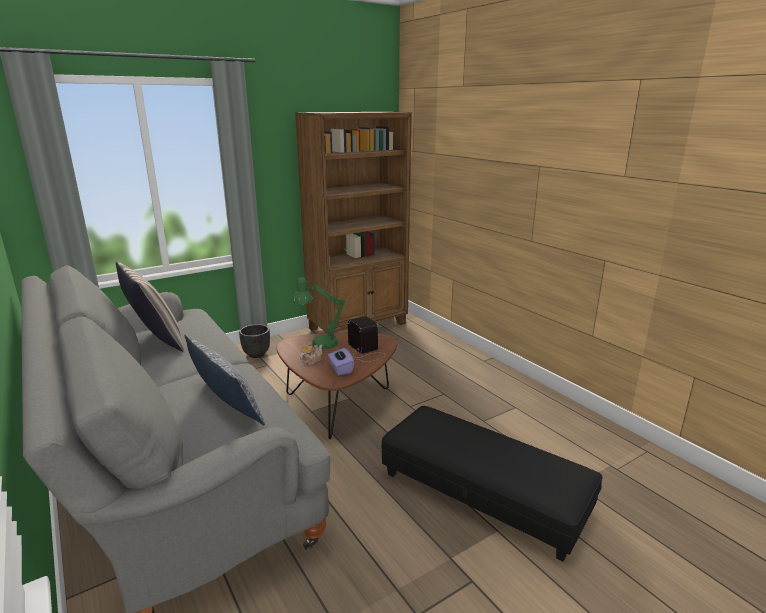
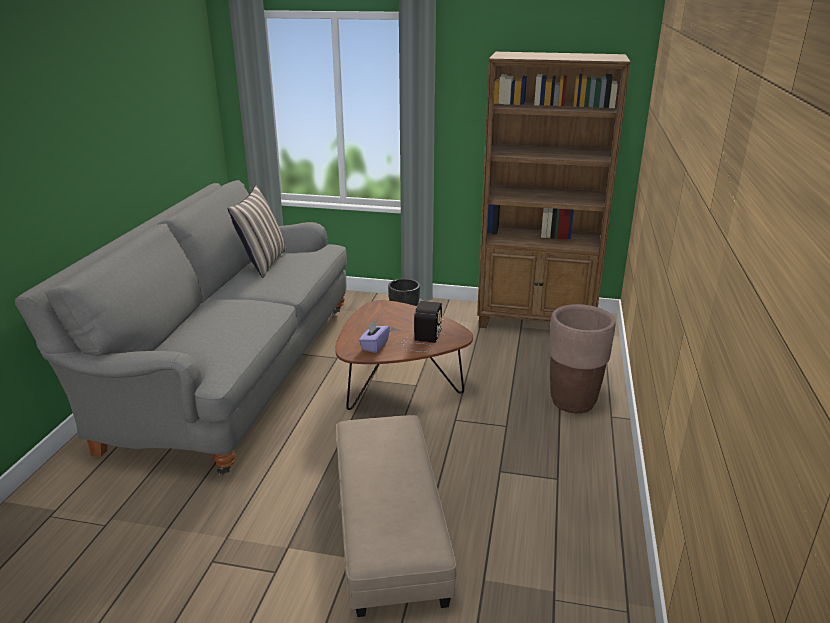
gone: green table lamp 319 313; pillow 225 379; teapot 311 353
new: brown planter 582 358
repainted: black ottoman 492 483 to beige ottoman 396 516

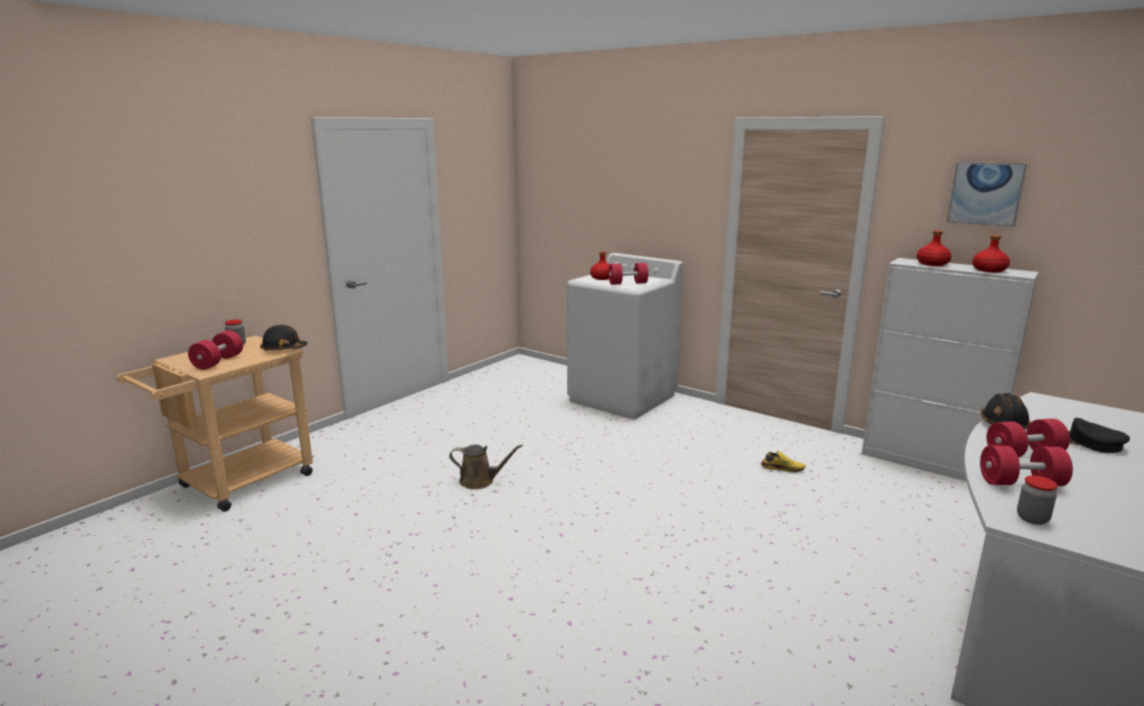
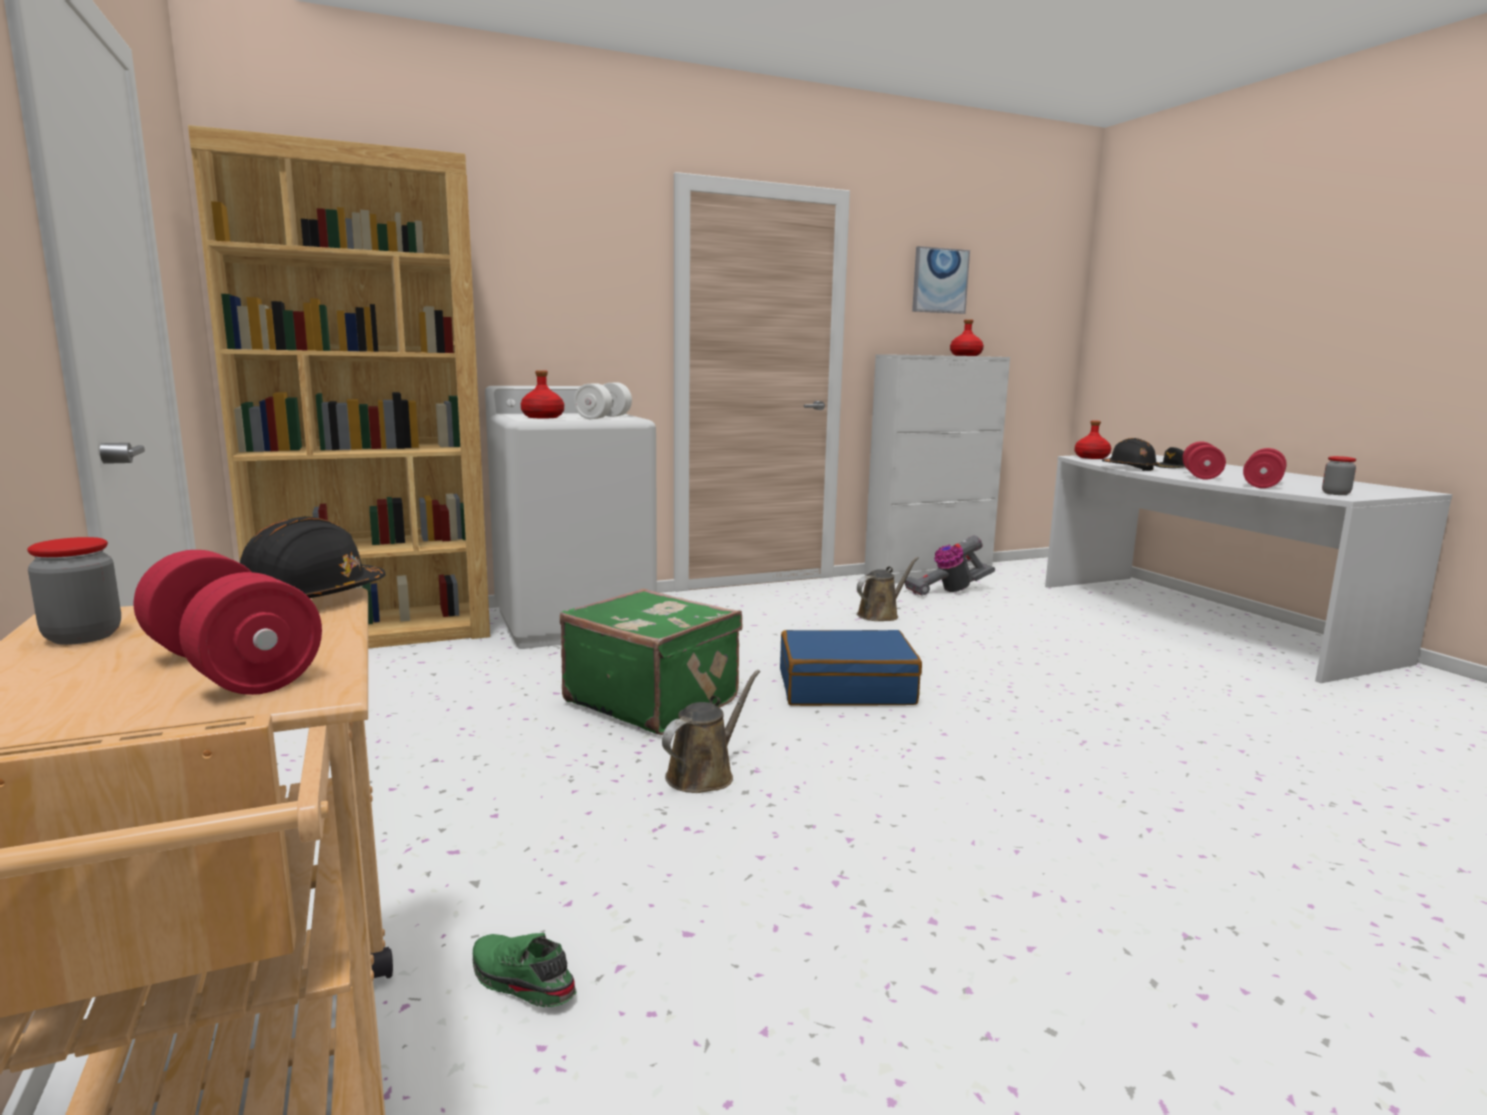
new: brown bookcase 339 387; vacuum cleaner 949 565; green suitcase 651 662; blue suitcase 851 668; green shoe 525 970
shifted: red bottle 934 248 to 1092 439
swapped: yellow shoe 783 462 to brown watering can 888 589
repainted: red dumbbell 628 274 to white dumbbell 603 400

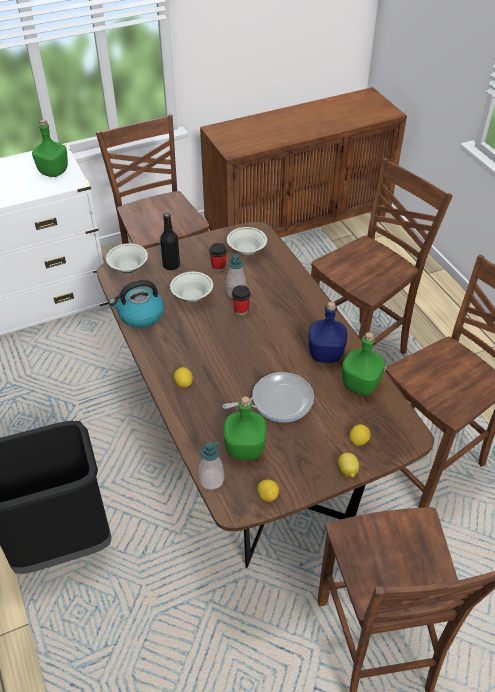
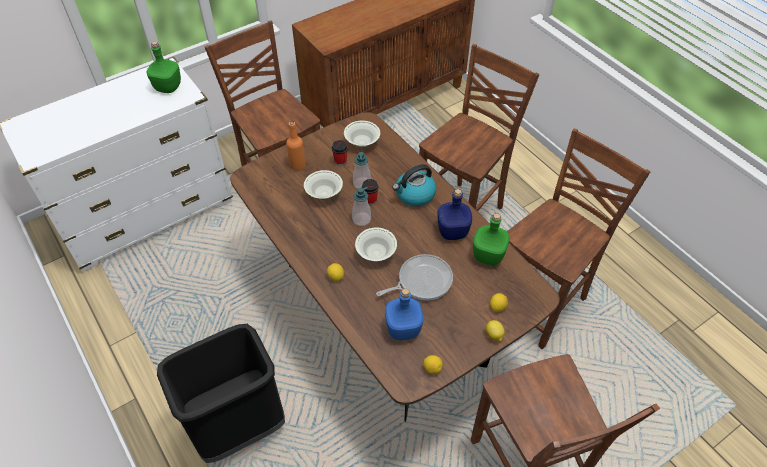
shifted: white bowl 127 258 to 376 244; kettle 136 304 to 414 185; soap dispenser 211 465 to 361 206
repainted: black bottle 170 241 to orange bottle 296 145; green bottle 245 428 to blue bottle 404 314

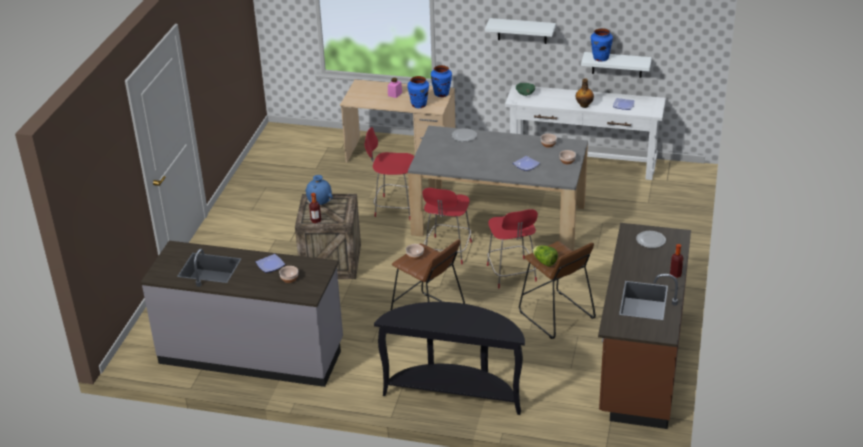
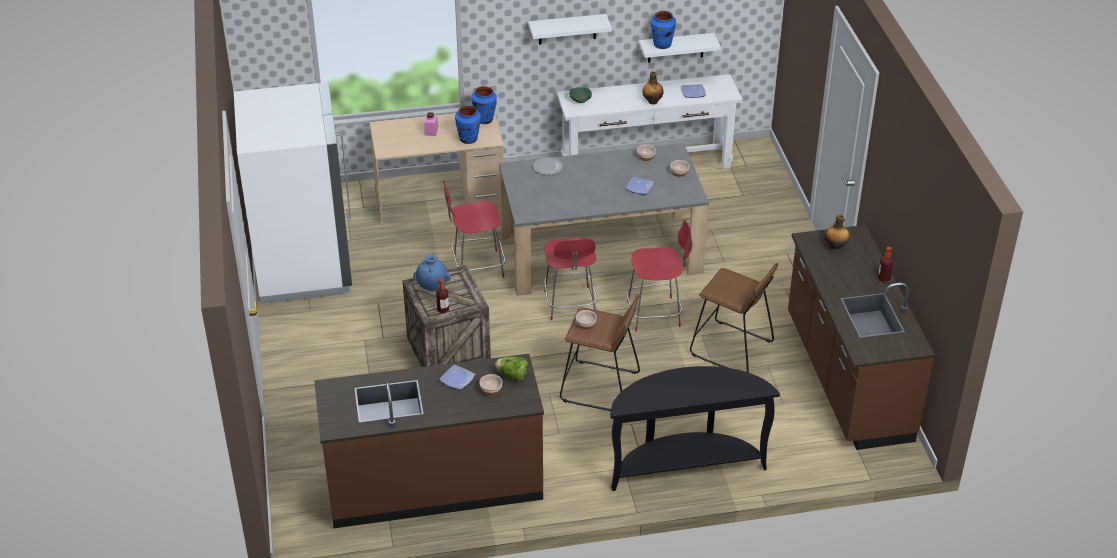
new: white fridge 293 193
shifted: lettuce 545 256 to 511 368
swapped: plate 651 239 to bottle 836 232
repainted: grey counter 241 314 to brown counter 429 441
rotated: red chair 512 248 = 659 275 60 degrees counterclockwise

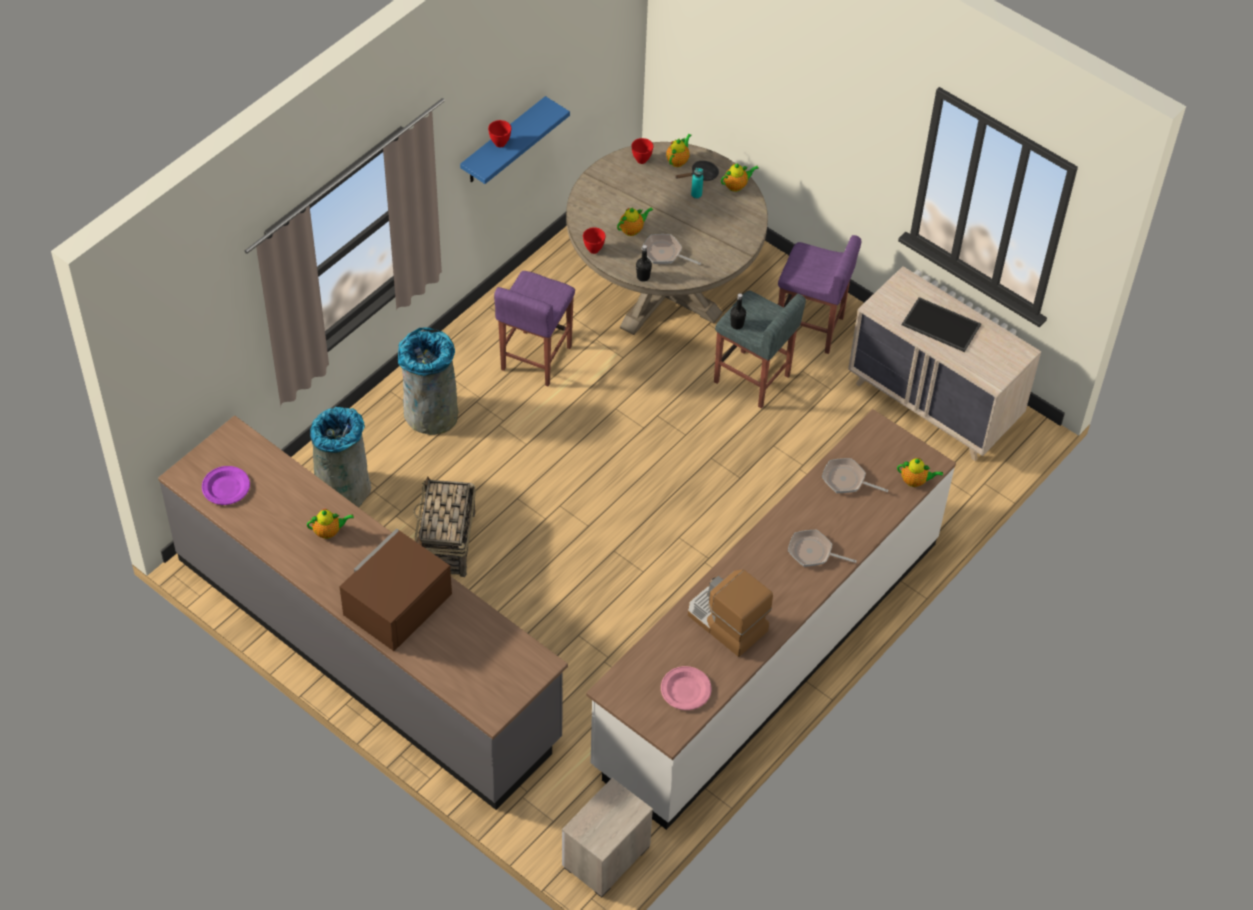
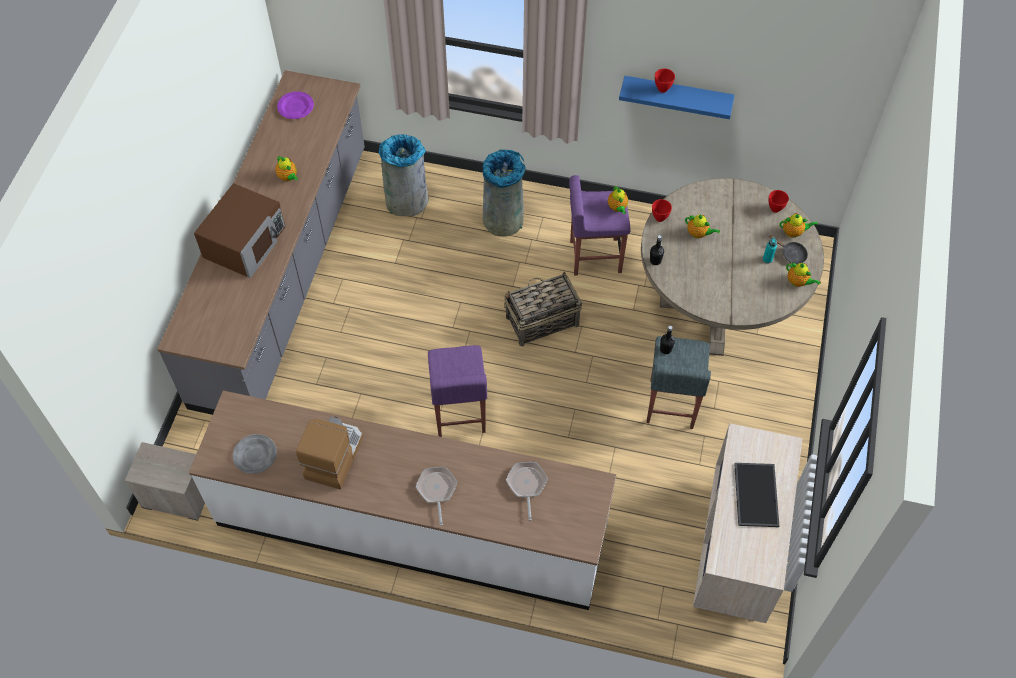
gone: frying pan 671 249
shifted: purple stool 819 294 to 457 391; teapot 920 472 to 618 199; basket 444 527 to 543 308
repainted: pink plate 686 688 to grey plate 255 454
rotated: brown microwave 396 589 = 239 230 105 degrees clockwise

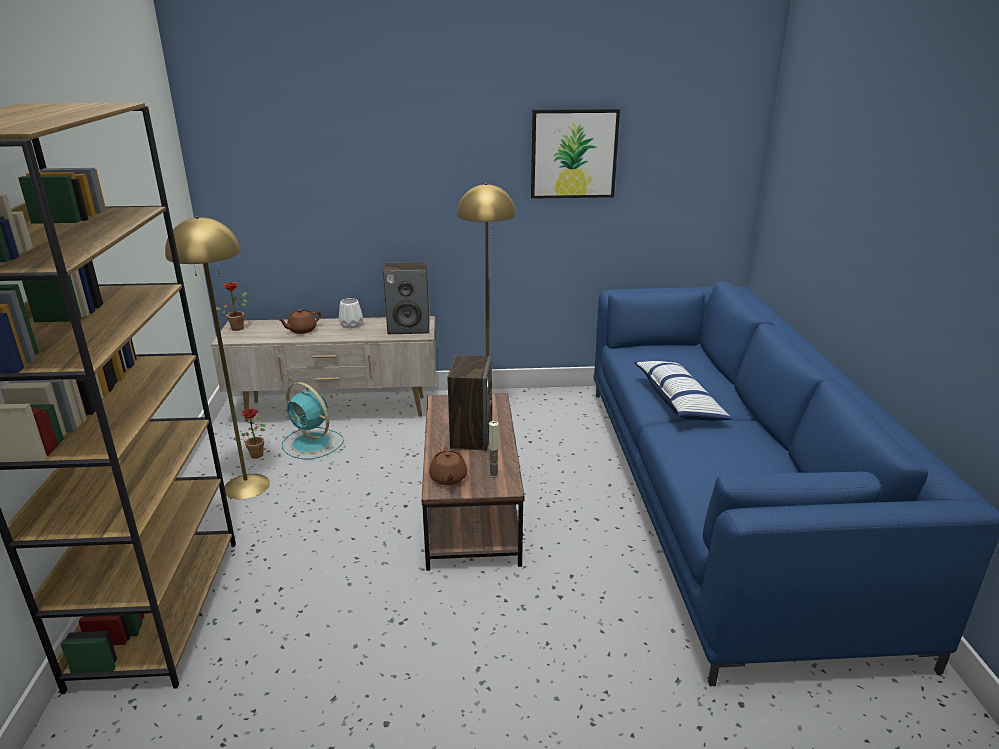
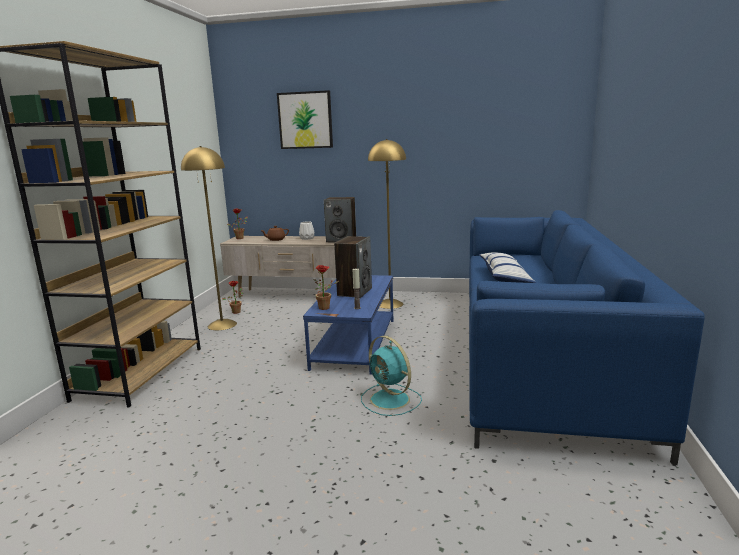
shifted: picture 575 154 to 305 119; turquoise fan 313 420 to 391 376
swapped: brown teapot 448 466 to potted plant 326 287
repainted: brown coffee table 473 482 to blue coffee table 348 325

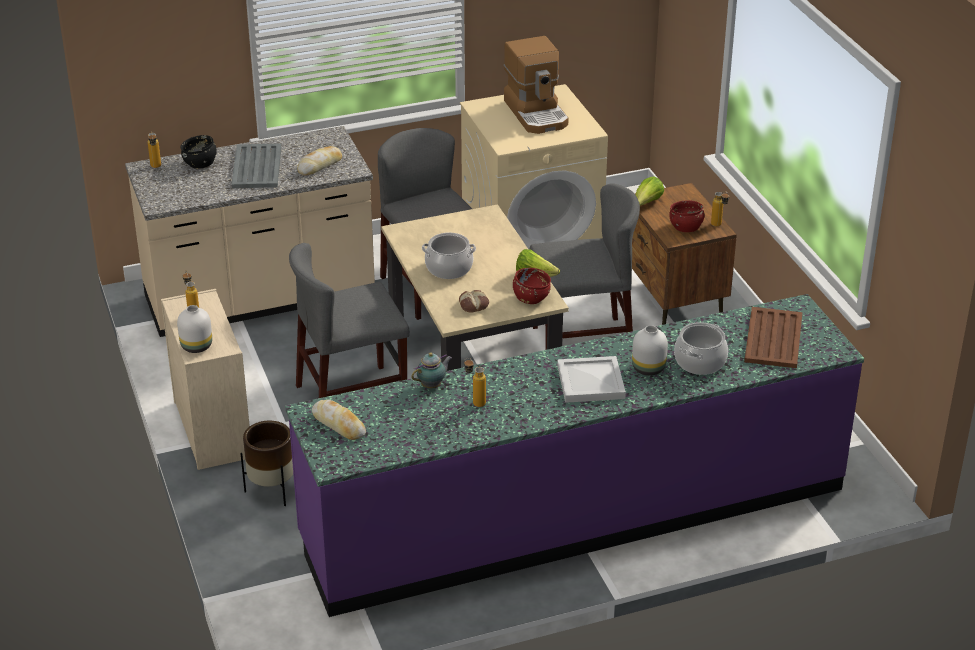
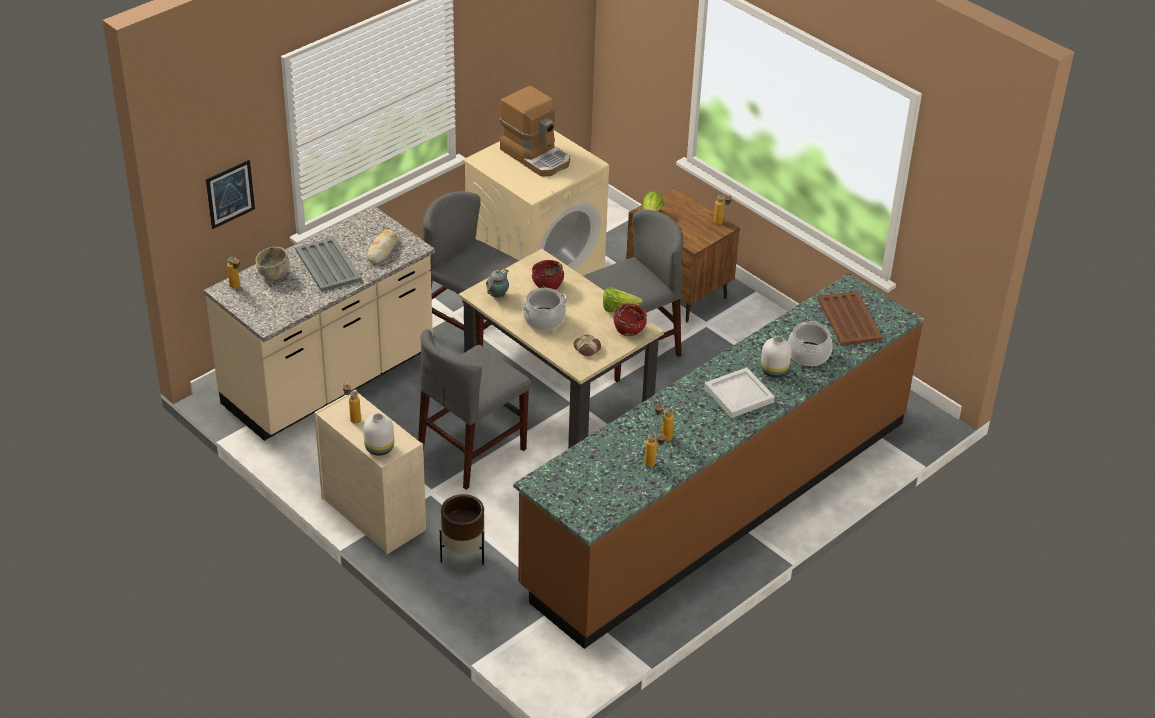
gone: bread 339 420
new: picture 230 194; bottle 655 450
shifted: red bowl 687 216 to 548 275; teapot 431 370 to 497 283
repainted: black bowl 199 152 to beige bowl 273 263; purple counter 574 455 to brown counter 718 461

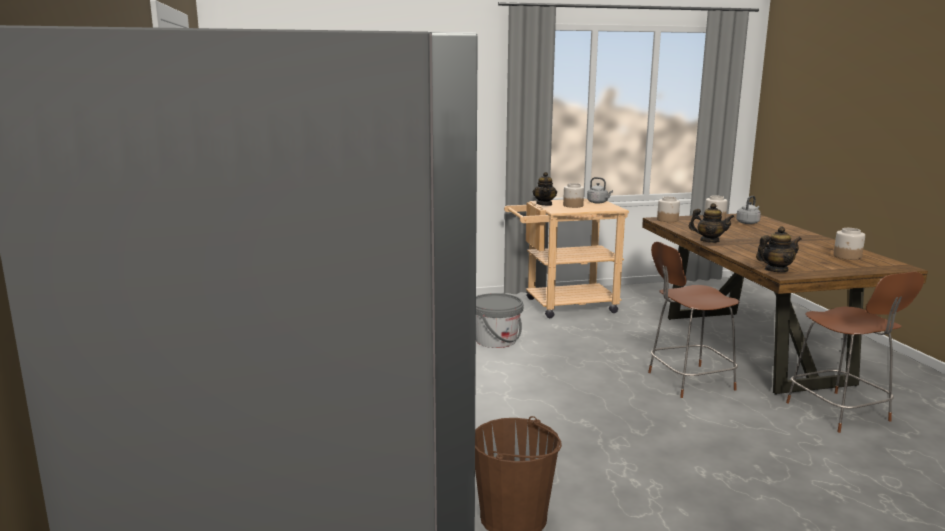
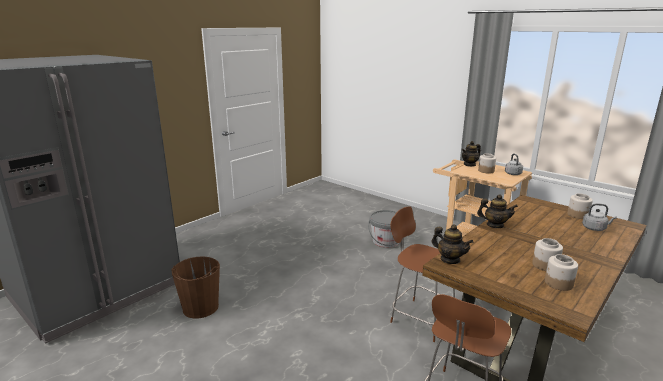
shifted: jar 668 209 to 547 254
rotated: teapot 711 223 = 497 211 60 degrees counterclockwise

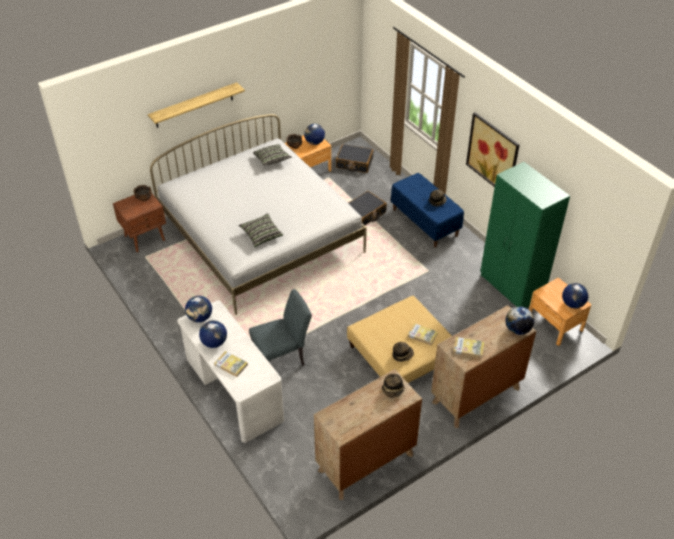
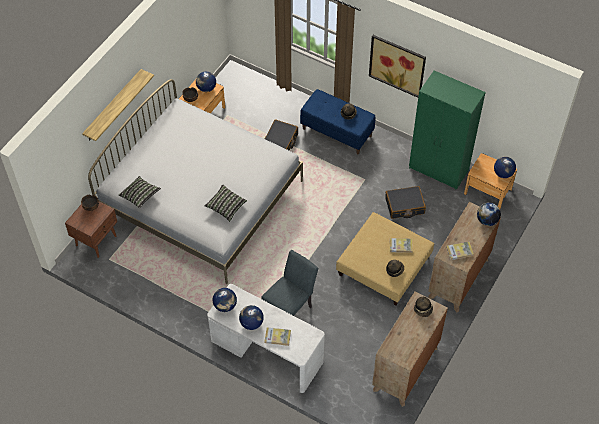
shifted: pillow 272 155 to 140 192; black suitcase 354 158 to 405 202

